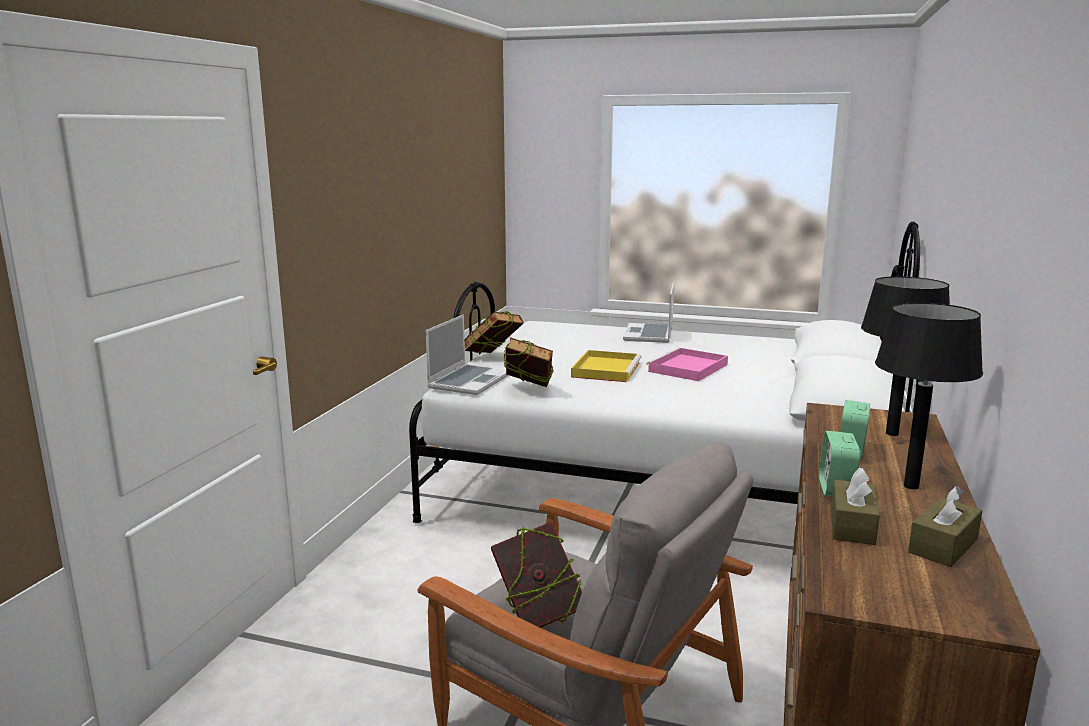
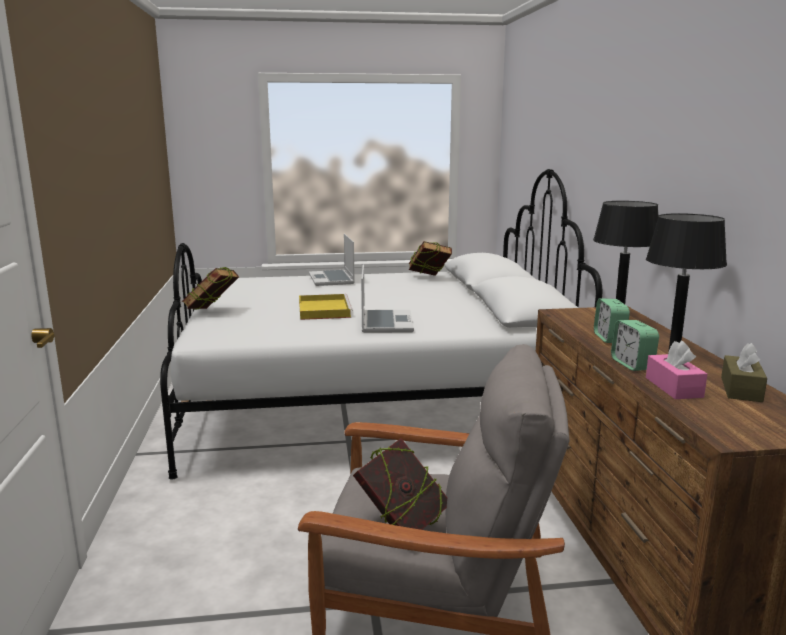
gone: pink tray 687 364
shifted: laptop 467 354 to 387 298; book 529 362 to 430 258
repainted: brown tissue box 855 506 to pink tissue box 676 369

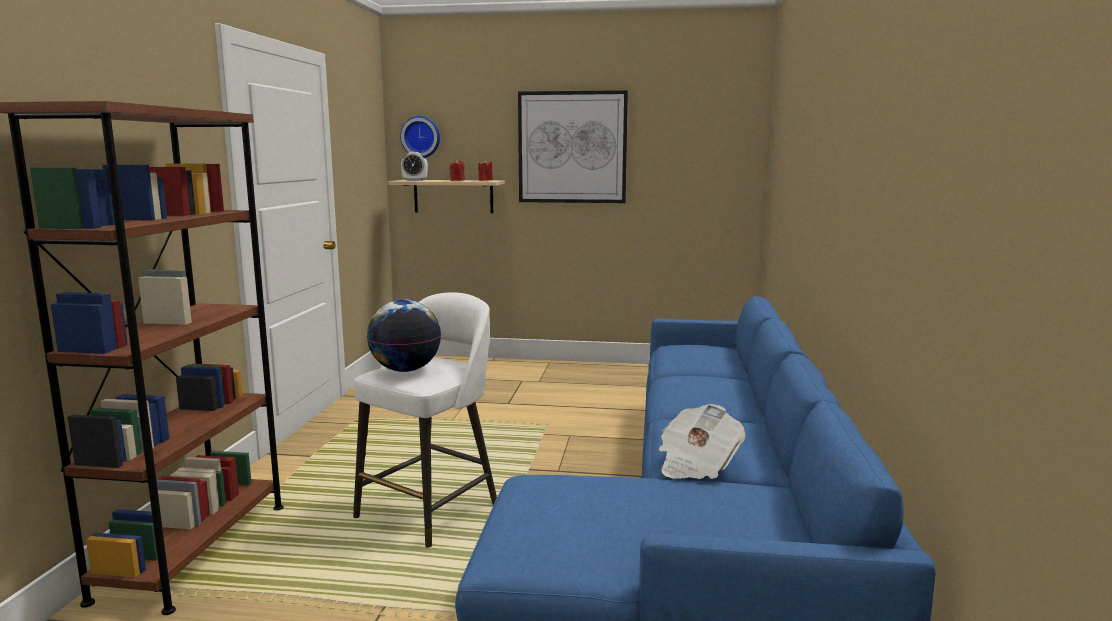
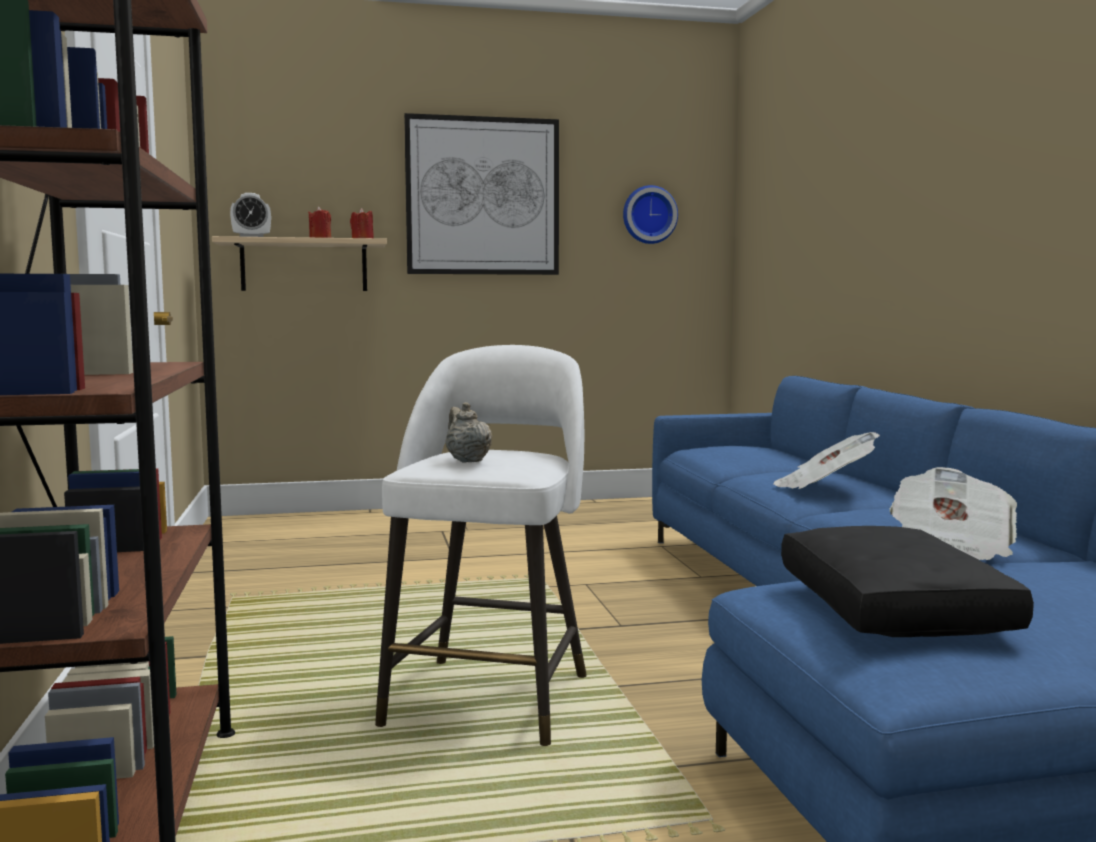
new: newspaper 827 460; black pillow 907 581
shifted: wall clock 420 137 to 650 214
swapped: globe 404 335 to beige teapot 468 432

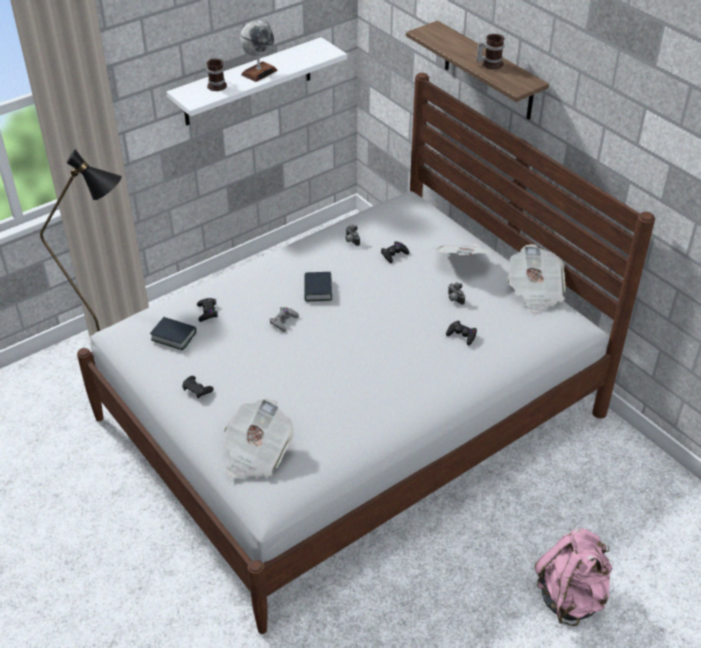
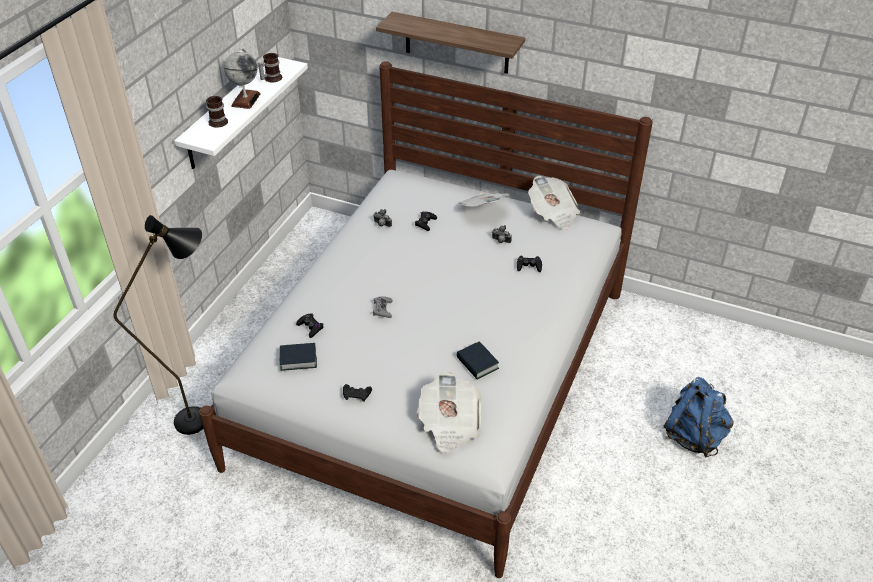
shifted: mug 491 51 to 270 67; book 318 287 to 477 360
repainted: pink backpack 573 577 to blue backpack 698 417

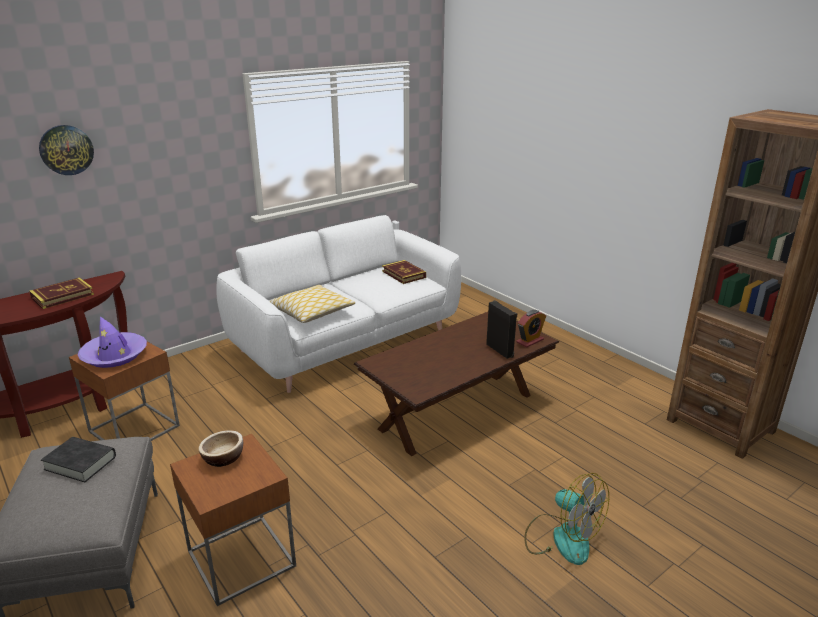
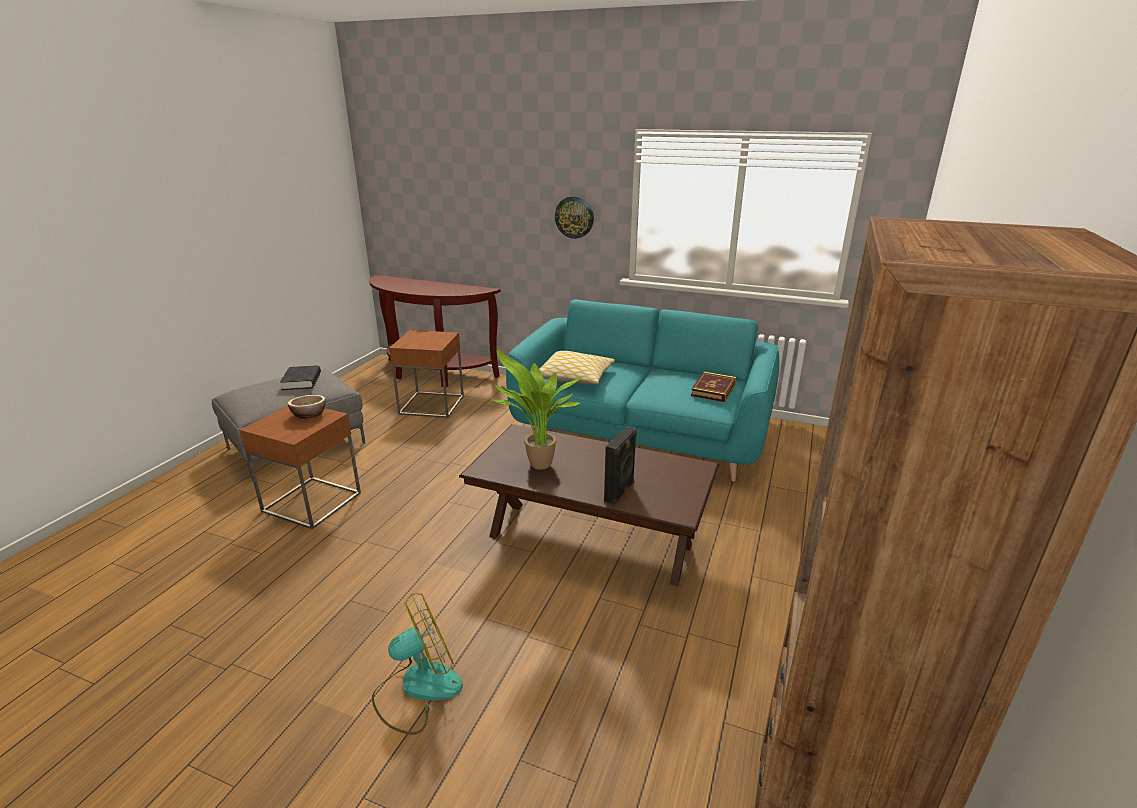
gone: book 61 293; alarm clock 531 328; purple hat 112 342
new: potted plant 536 409
shifted: wall clock 66 150 to 574 217
repainted: white sofa 338 304 to turquoise sofa 642 390
rotated: fan 566 519 = 417 664 135 degrees counterclockwise

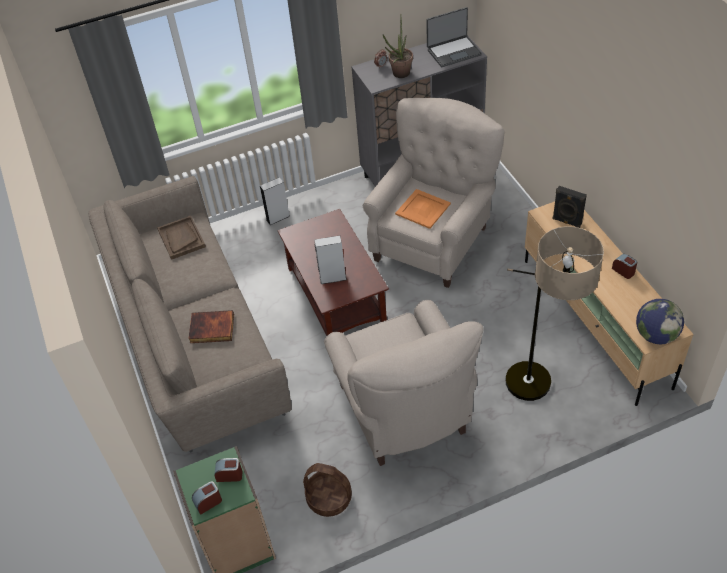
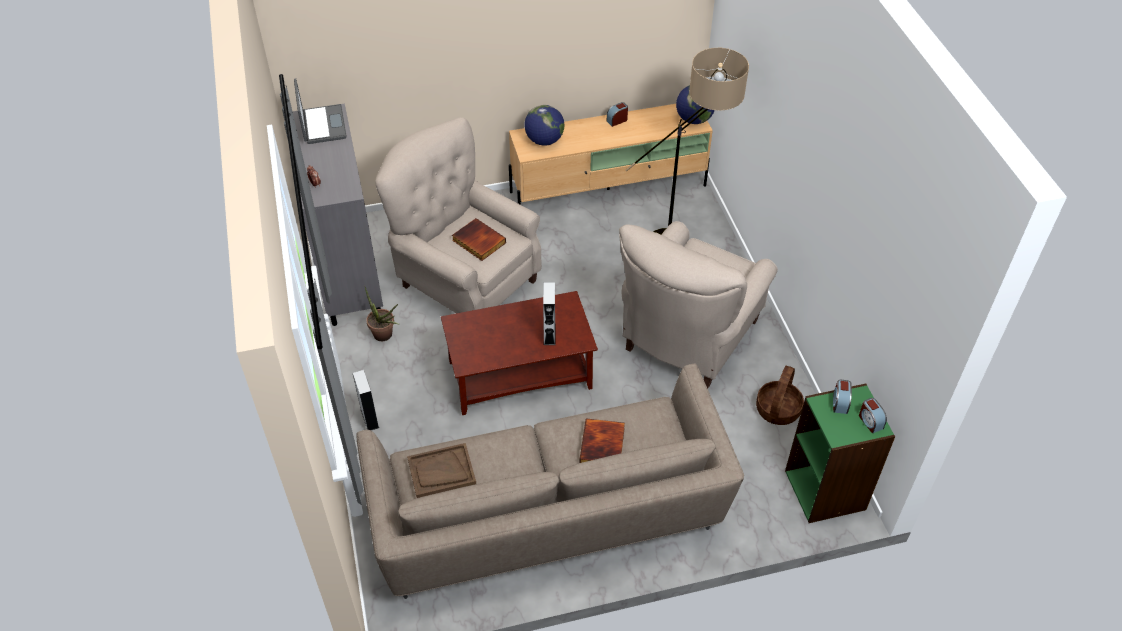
shifted: potted plant 398 46 to 382 314
swapped: black speaker 569 207 to globe 544 125; orange tray 423 209 to book 479 239
rotated: beige armchair 404 383 = 698 305 135 degrees clockwise

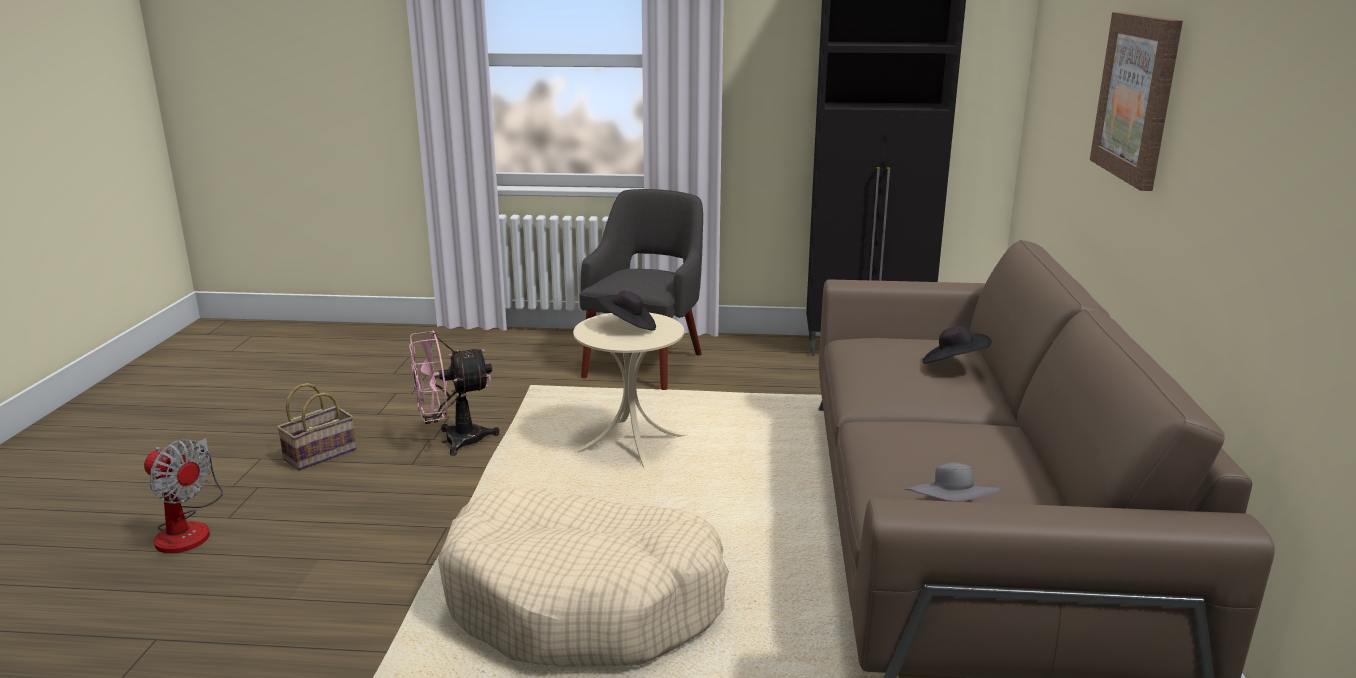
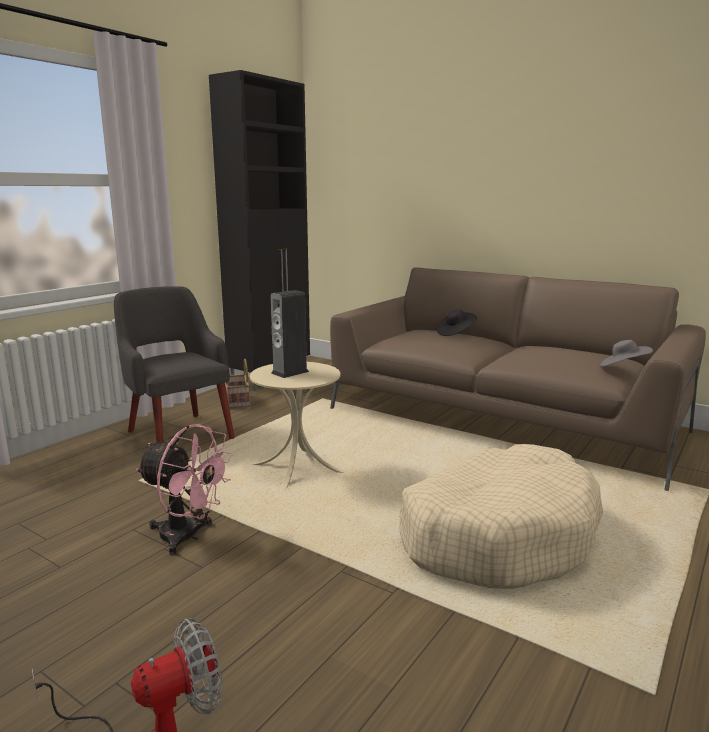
gone: picture 1136 101
shifted: basket 317 426 to 237 384
swapped: black hat 626 310 to speaker 289 334
rotated: pink fan 454 393 = 184 489 75 degrees counterclockwise

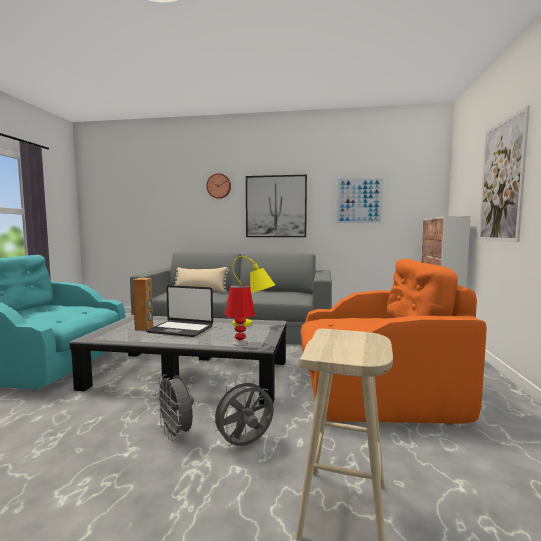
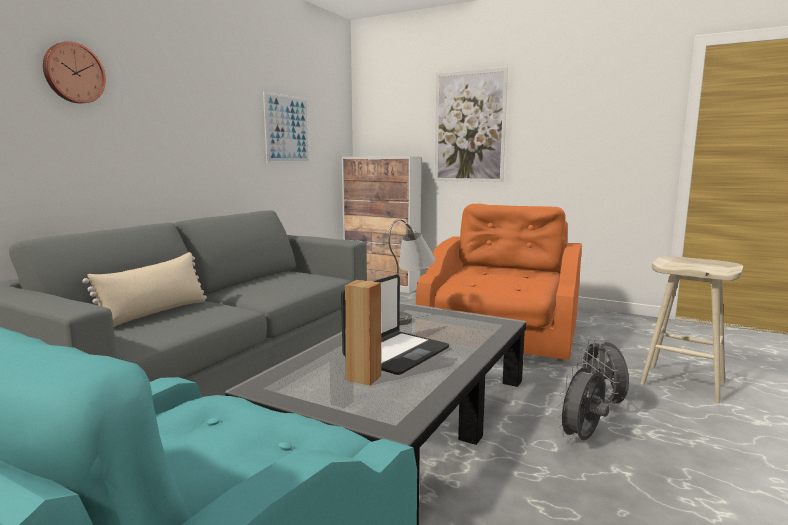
gone: picture 276 206; red table lamp 240 315
repainted: yellow table lamp 253 291 to grey table lamp 411 272
rotated: grey fan 174 407 = 583 401 150 degrees clockwise

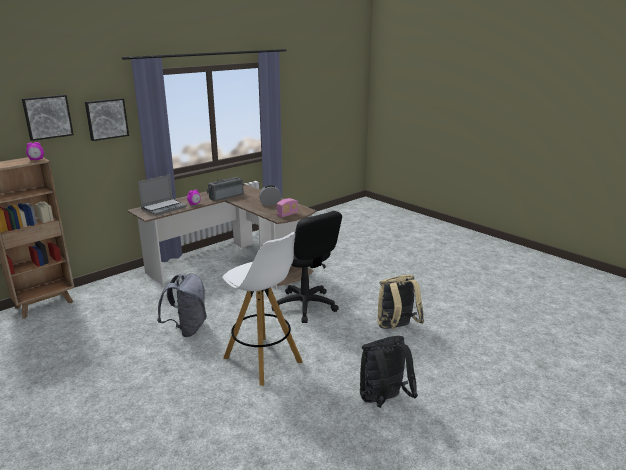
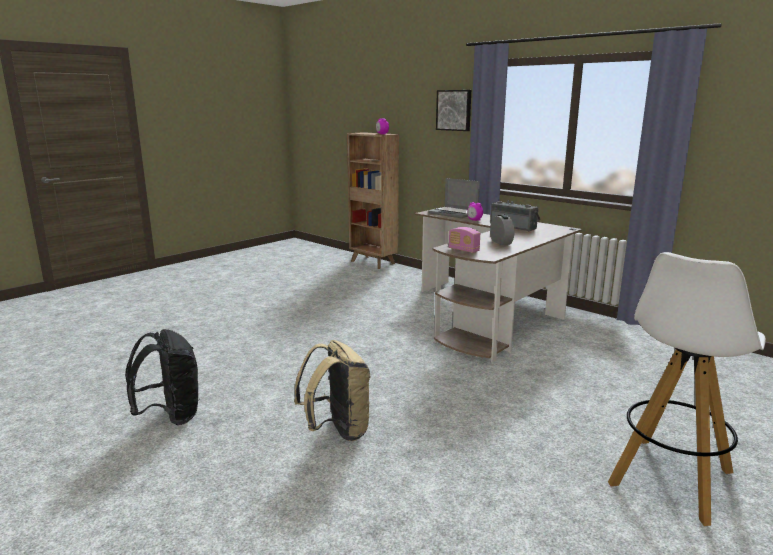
gone: picture 48 118; black office chair 306 267; grey backpack 182 305
shifted: white stool 262 309 to 687 389

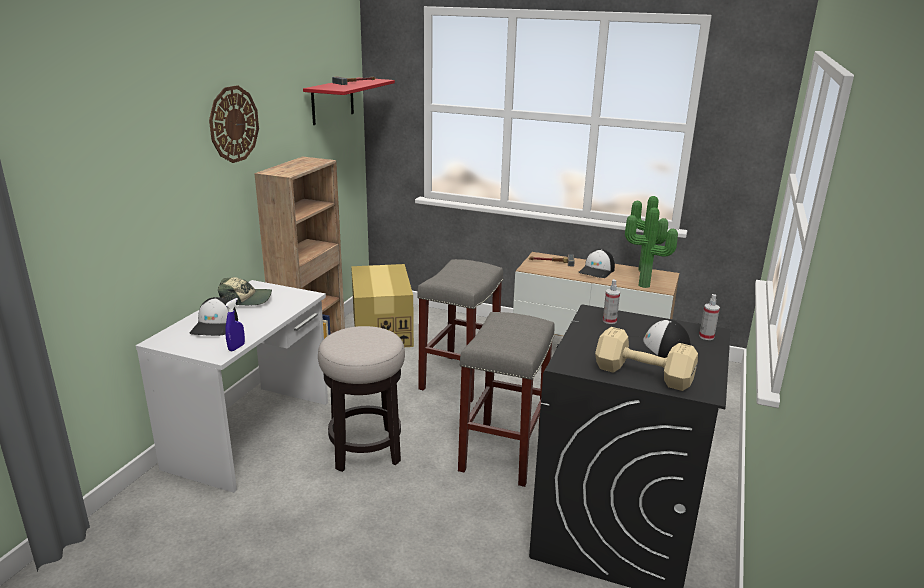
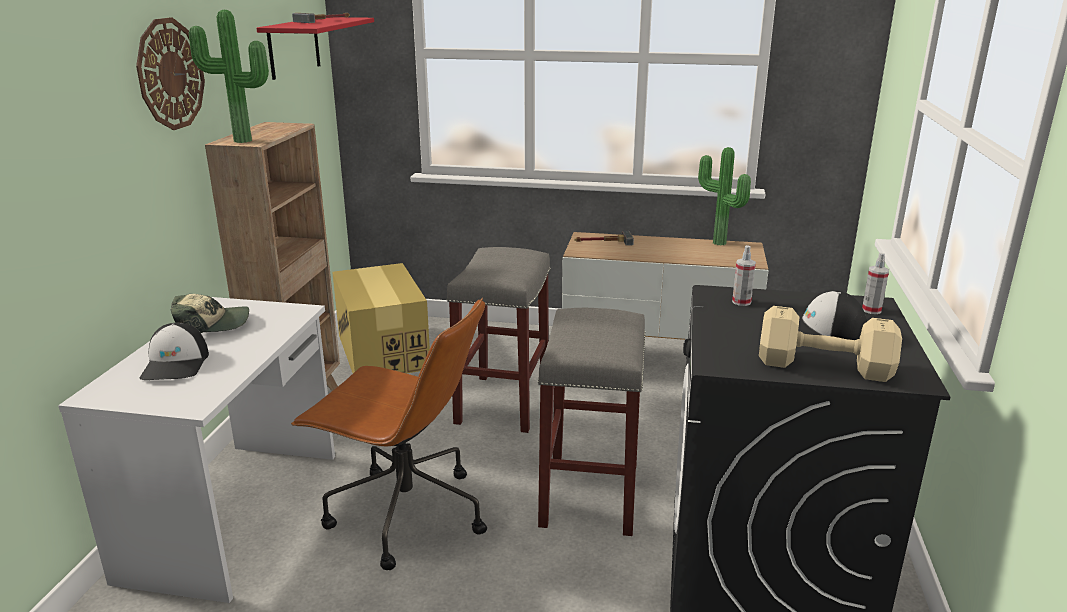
gone: cap 597 263; blue spray bottle 235 324
shifted: potted plant 651 247 to 229 76
swapped: stool 361 399 to brown office chair 389 434

